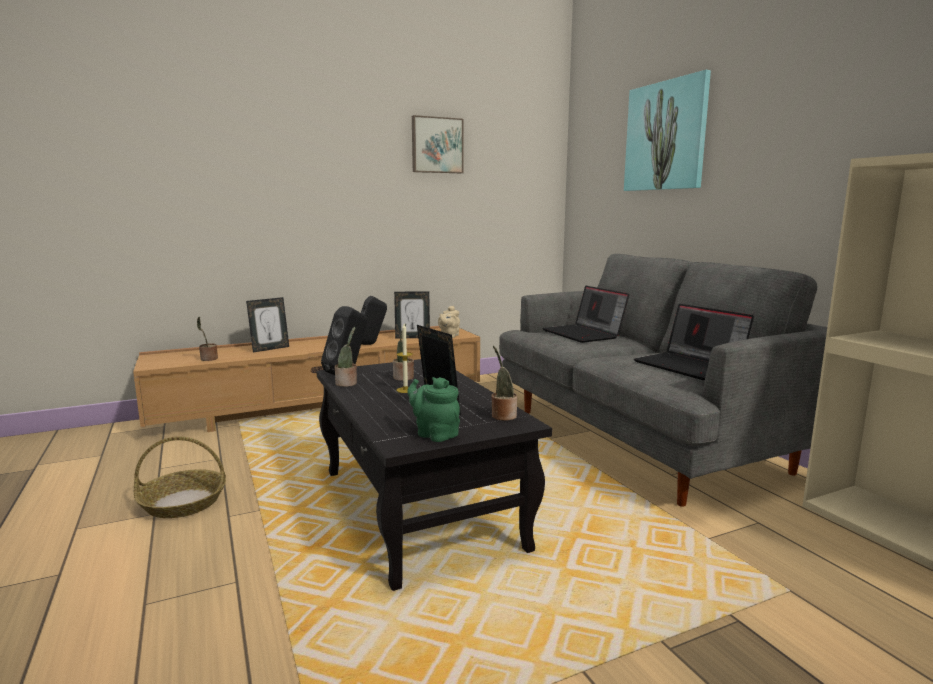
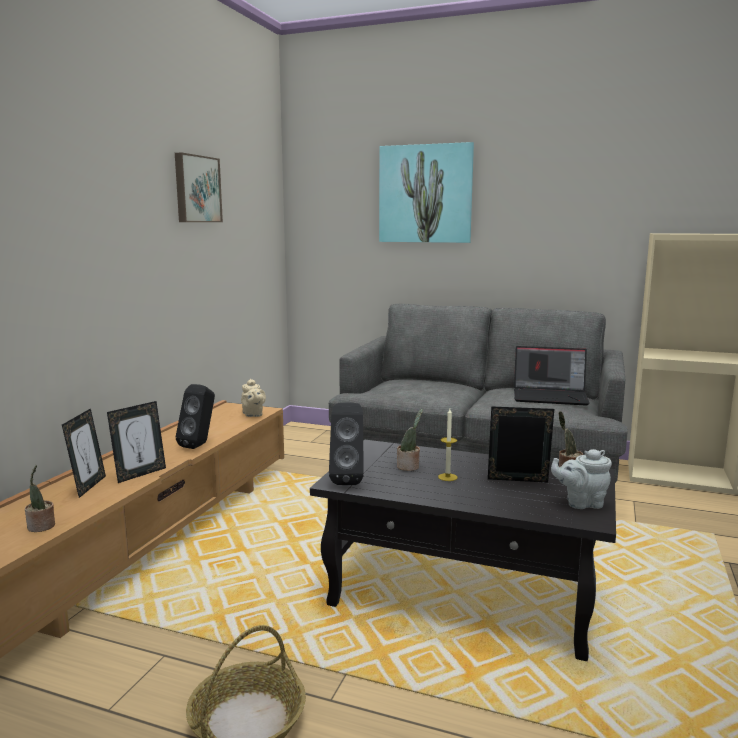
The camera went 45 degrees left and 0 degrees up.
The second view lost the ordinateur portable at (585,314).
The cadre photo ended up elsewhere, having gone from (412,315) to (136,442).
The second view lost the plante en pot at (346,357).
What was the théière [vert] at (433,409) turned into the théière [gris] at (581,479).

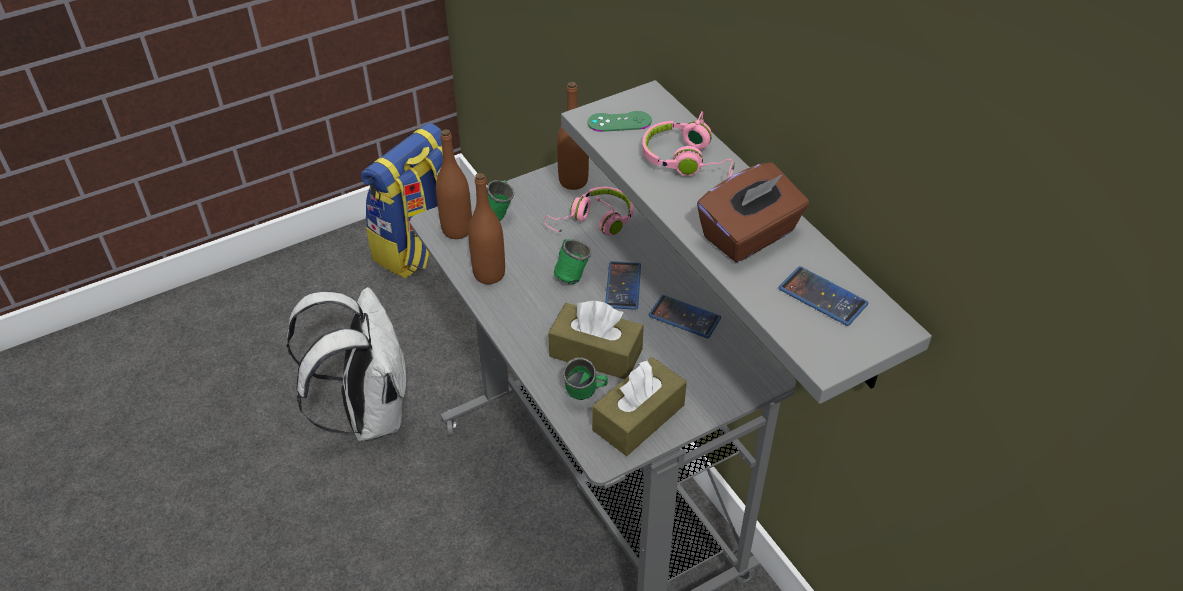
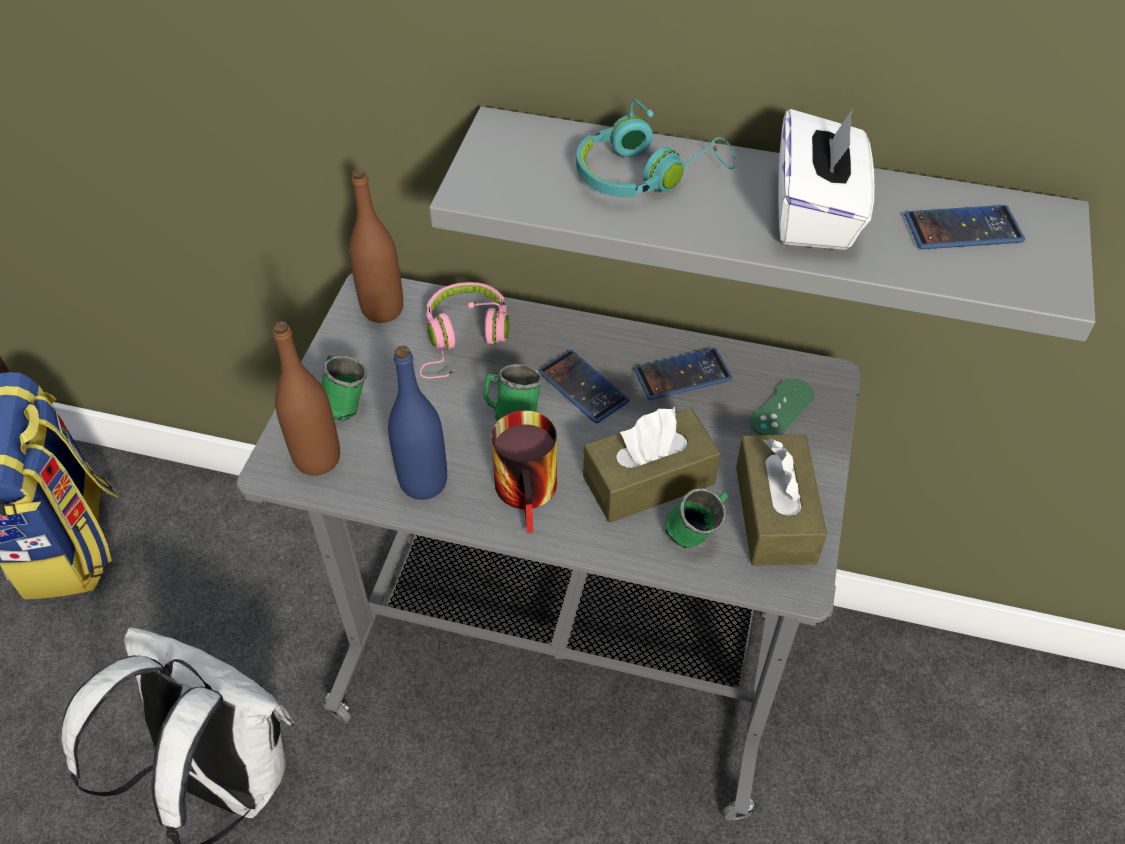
The camera went 45 degrees left and 5 degrees up.
The manette [vert] ended up elsewhere, having gone from (619,121) to (782,407).
What was the casque audio [rose] at (688,144) turned into the casque audio [turquoise] at (656,148).
What was the boîte à mouchoirs [marron] at (753,212) turned into the boîte à mouchoirs [blanc] at (826,179).
What was the bouteille [marron] at (486,228) turned into the bouteille [bleu] at (417,423).
The second view gained the mug at (524,471).

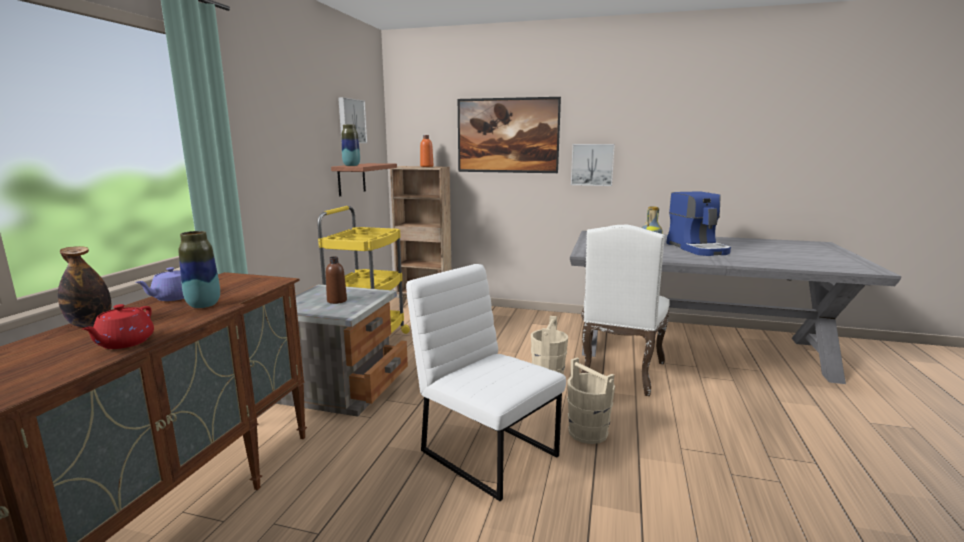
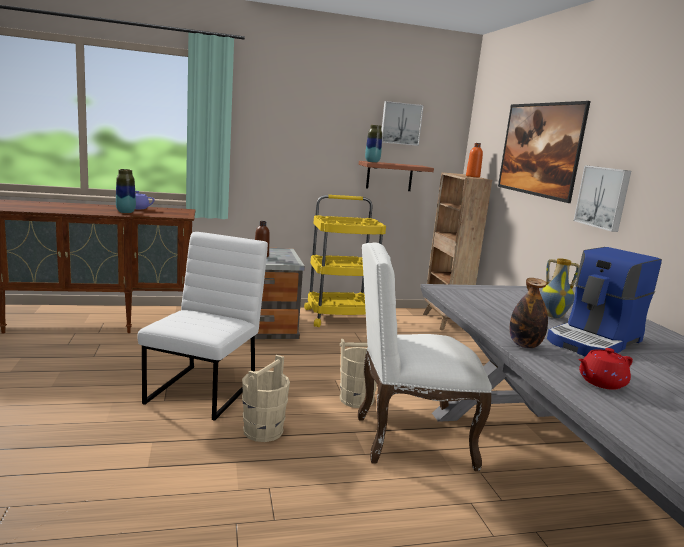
The camera went 60 degrees right and 0 degrees up.
The bouteille ended up elsewhere, having gone from (84,286) to (529,313).
The théière [rouge] ended up elsewhere, having gone from (118,326) to (605,369).

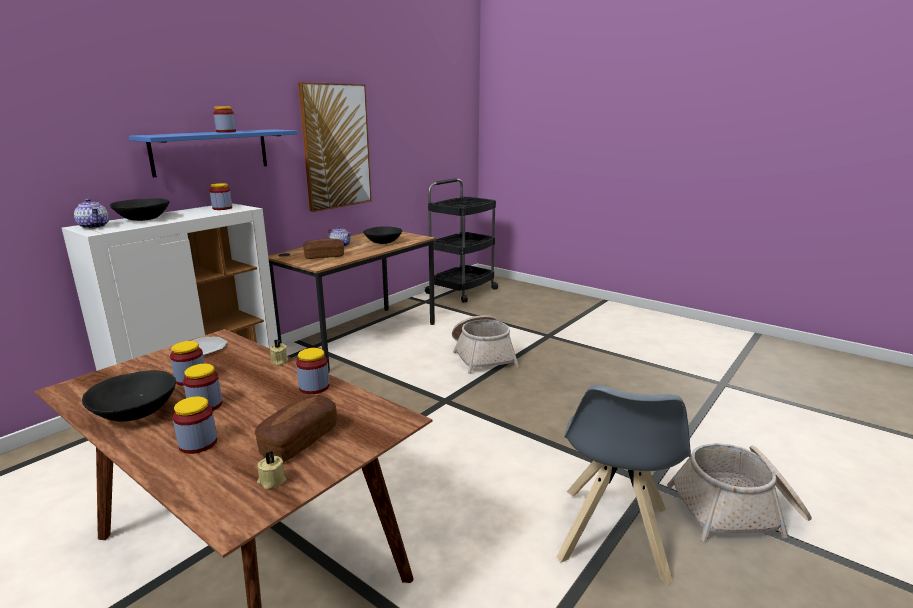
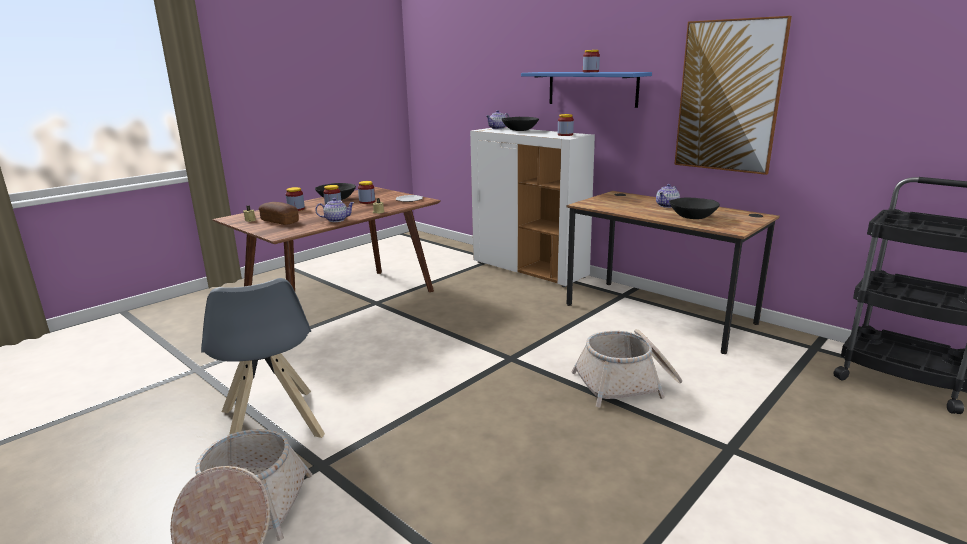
The camera went 95 degrees right and 0 degrees up.
The second view lost the pain at (323,249).
Where the bocal stood at (312,371), the théière came to stand at (335,210).
The chaise [gris] at (624,484) ended up facing another way, 135 degrees counterclockwise from before.

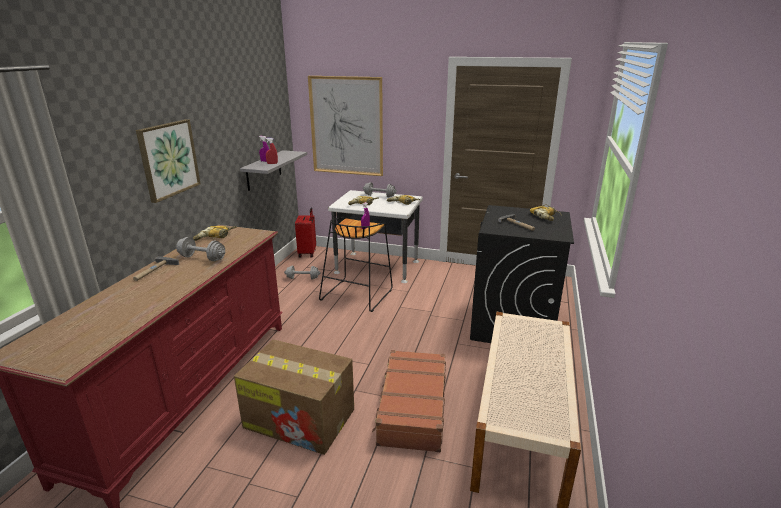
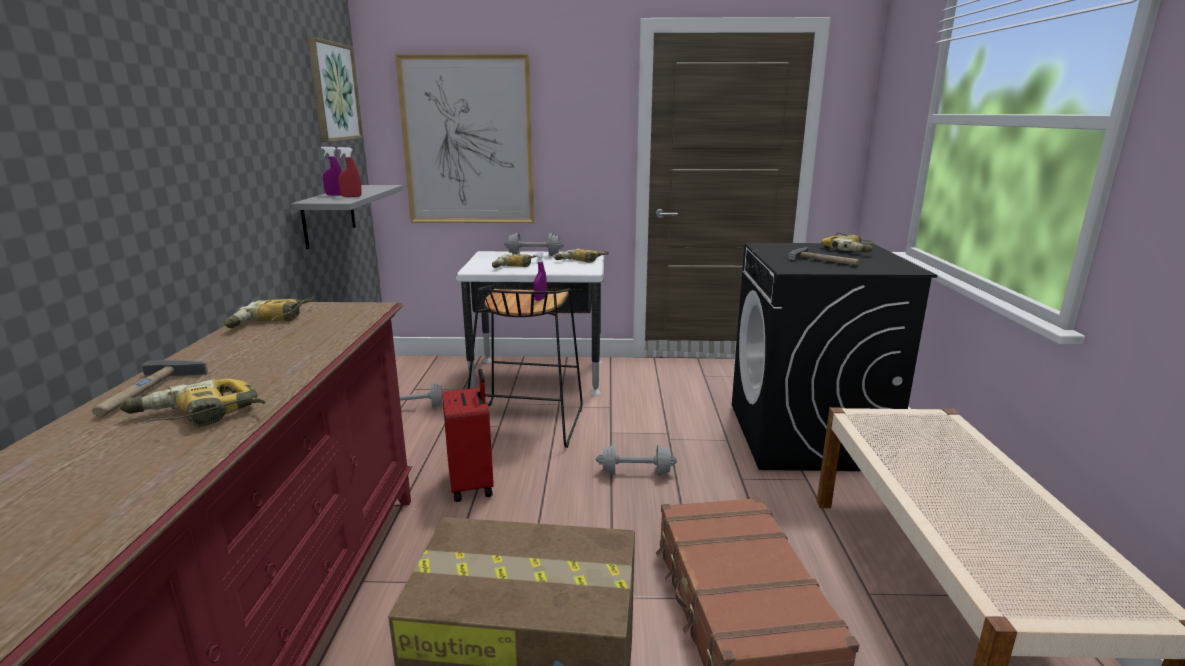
The camera went 15 degrees left and 5 degrees down.
The tableau ended up elsewhere, having gone from (168,161) to (335,89).
The valise [rouge] ended up elsewhere, having gone from (305,232) to (468,435).
The haltère [gris] ended up elsewhere, having gone from (200,249) to (636,460).
The second view gained the perceuse at (192,403).

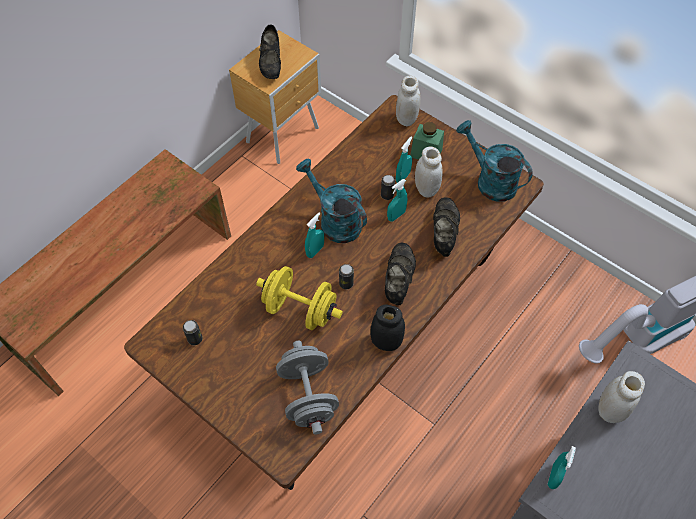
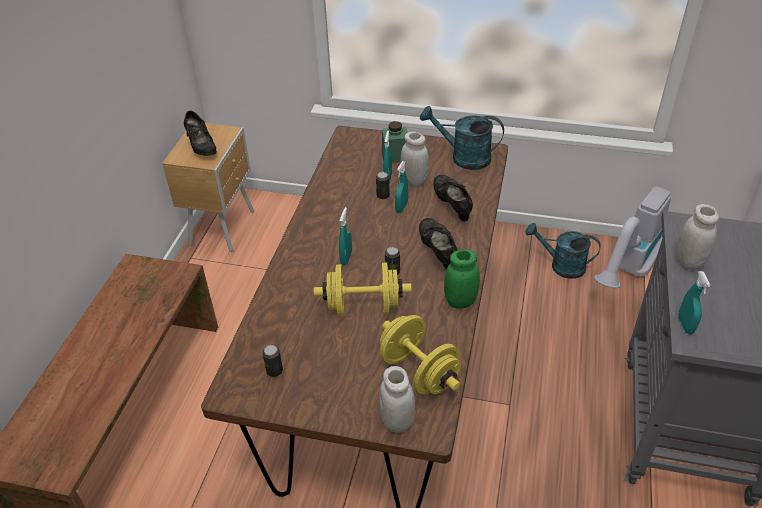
The camera went 25 degrees left and 15 degrees down.
The bocal [blanc] ended up elsewhere, having gone from (408,101) to (397,399).
The arrosoir [turquoise] ended up elsewhere, having gone from (331,201) to (563,251).
What was the bocal [noir] at (388,328) turned into the bocal [vert] at (462,278).
What was the haltère [gris] at (307,388) turned into the haltère [jaune] at (420,354).

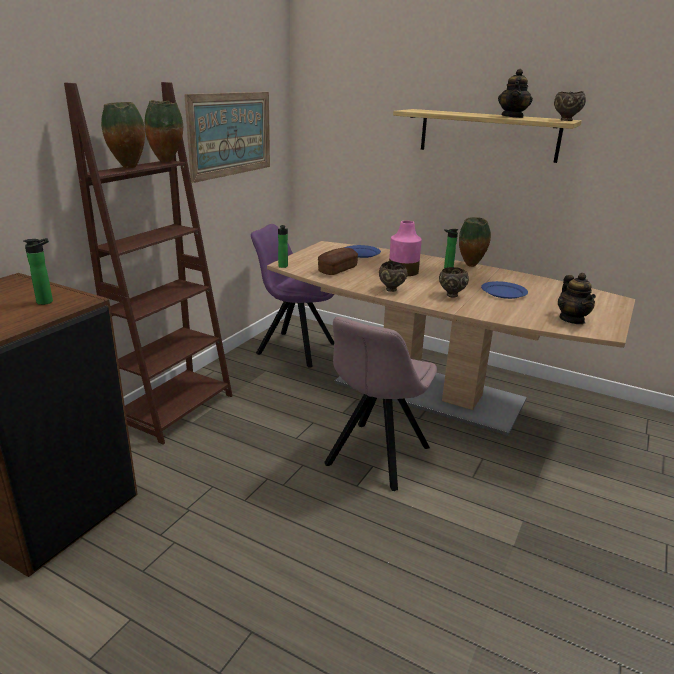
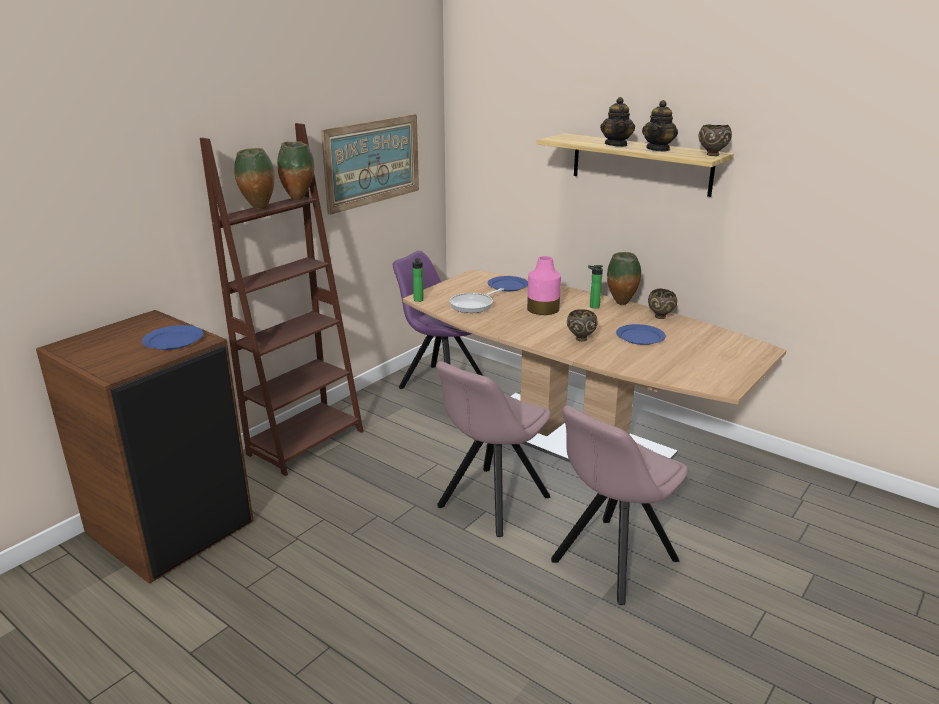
The camera went 10 degrees right and 0 degrees up.
Where the bouteille stood at (38,271), the assiette [bleu] came to stand at (172,337).
Where the pain stood at (338,261), the poêle came to stand at (476,300).
The bol [marron] ended up elsewhere, having gone from (393,276) to (662,304).
The théière ended up elsewhere, having gone from (577,298) to (617,122).
The second view gained the chaise [rose] at (619,505).

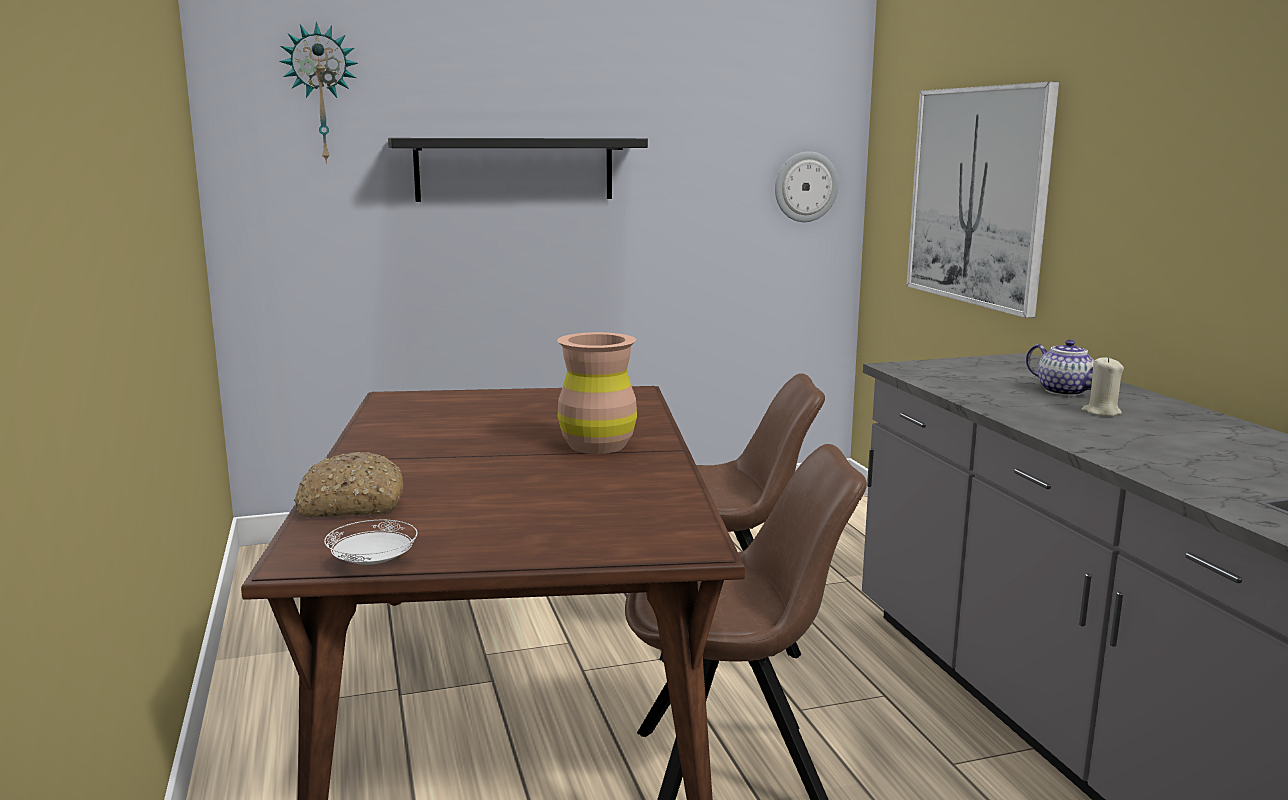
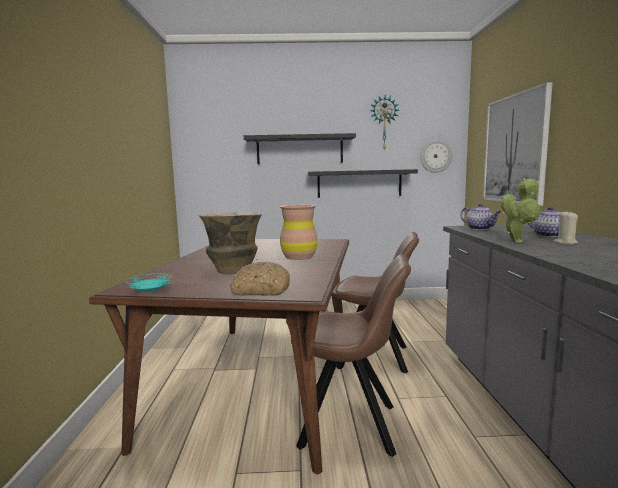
The camera went 15 degrees right and 5 degrees down.
The horloge murale ended up elsewhere, having gone from (318,93) to (384,123).
The pain ended up elsewhere, having gone from (348,485) to (260,279).
What was the assiette [blanc] at (370,542) turned into the assiette [turquoise] at (149,283).
The second view gained the étagère [noir] at (363,183).
The second view gained the plante en pot at (521,210).
The second view gained the théière at (481,216).
The second view gained the vase at (230,243).

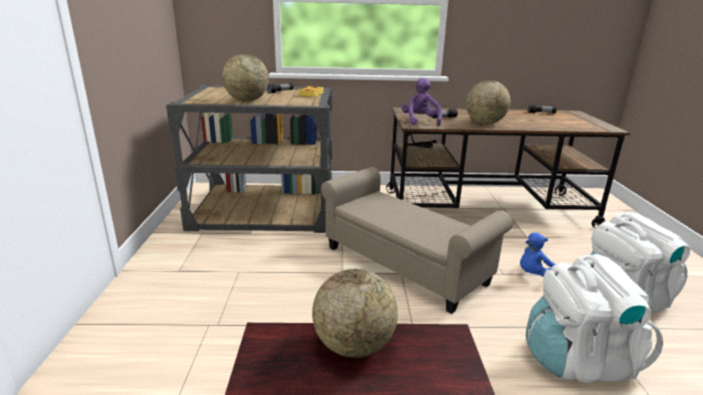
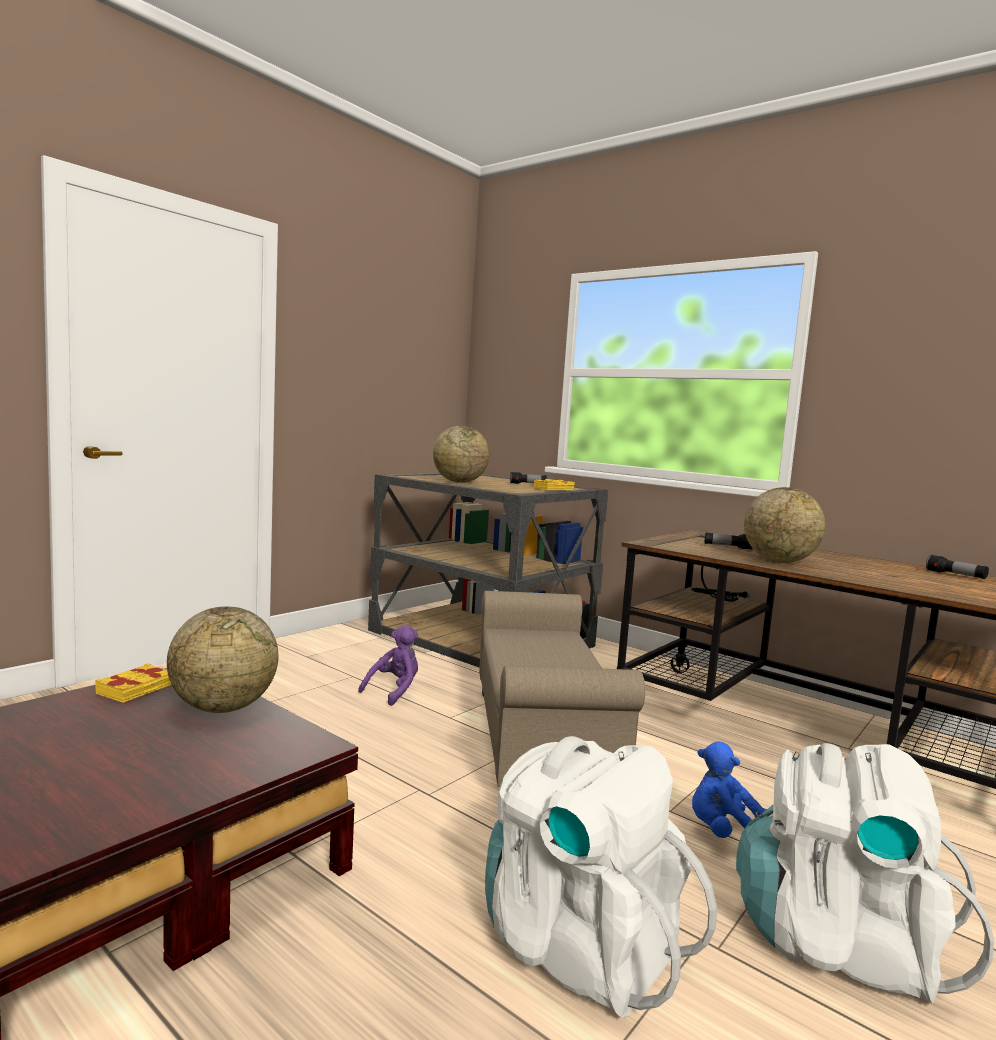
The camera went 40 degrees right and 15 degrees down.
The peluche [violet] ended up elsewhere, having gone from (422,102) to (388,665).
The second view gained the livre [jaune] at (133,683).

